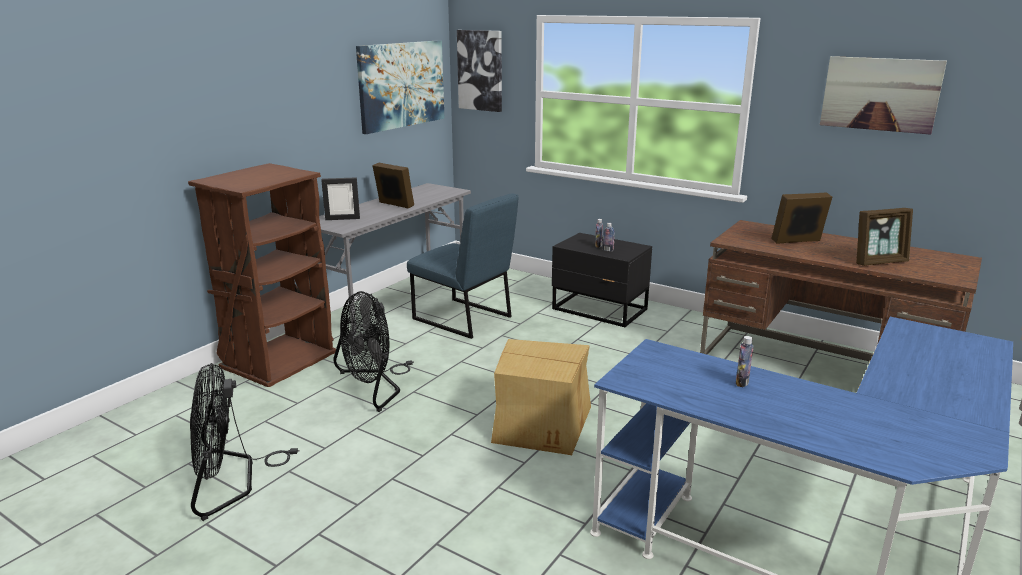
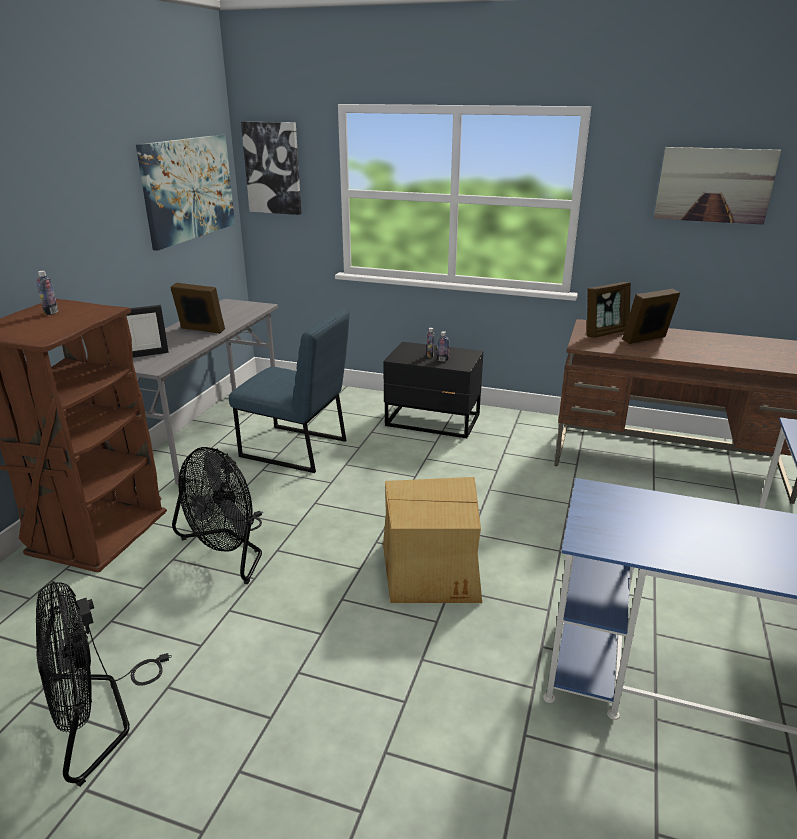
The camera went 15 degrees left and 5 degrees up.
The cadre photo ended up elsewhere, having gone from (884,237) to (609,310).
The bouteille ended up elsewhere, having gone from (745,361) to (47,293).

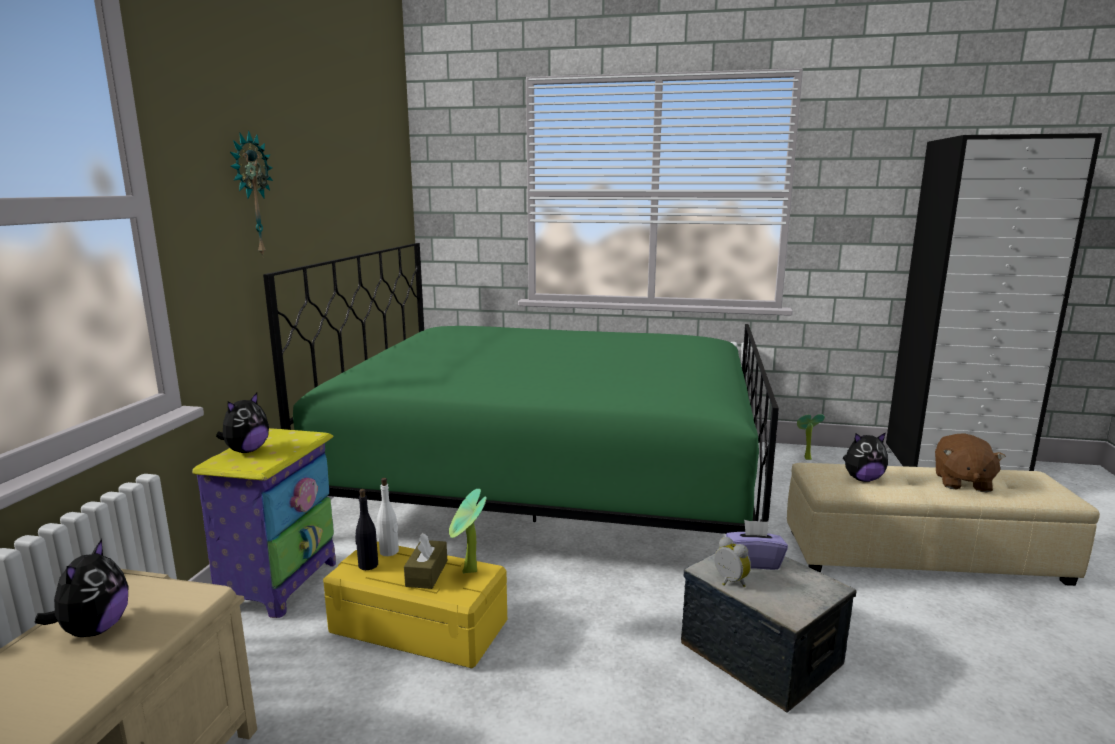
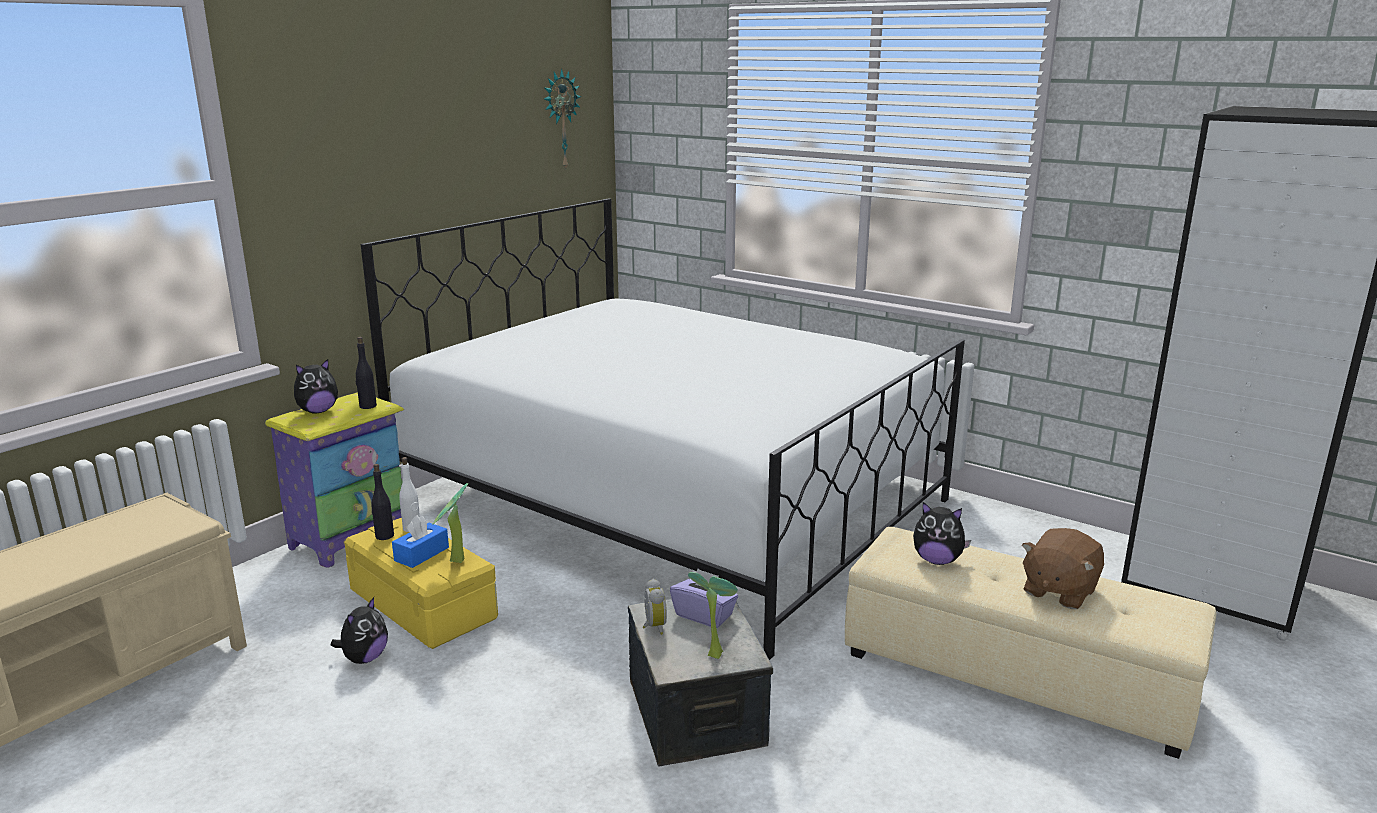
The camera went 25 degrees right and 5 degrees up.
The horloge murale ended up elsewhere, having gone from (251,194) to (562,119).
What was the lit [vert] at (521,388) turned into the lit [blanc] at (663,429).
The plante en pot ended up elsewhere, having gone from (811,437) to (713,615).
What was the boîte à mouchoirs [marron] at (425,561) turned into the boîte à mouchoirs [bleu] at (420,541).
The peluche ended up elsewhere, having gone from (82,588) to (359,630).
The second view gained the bouteille [noir] at (366,373).

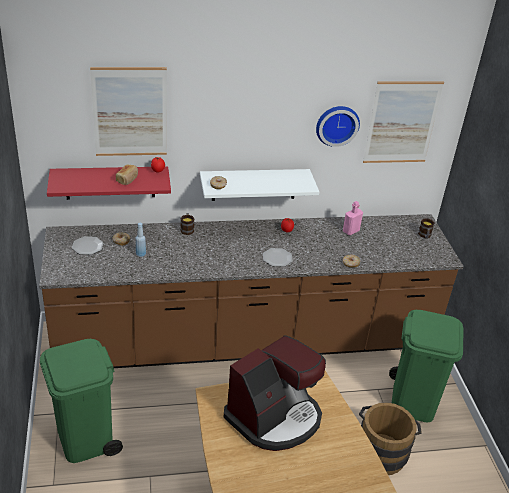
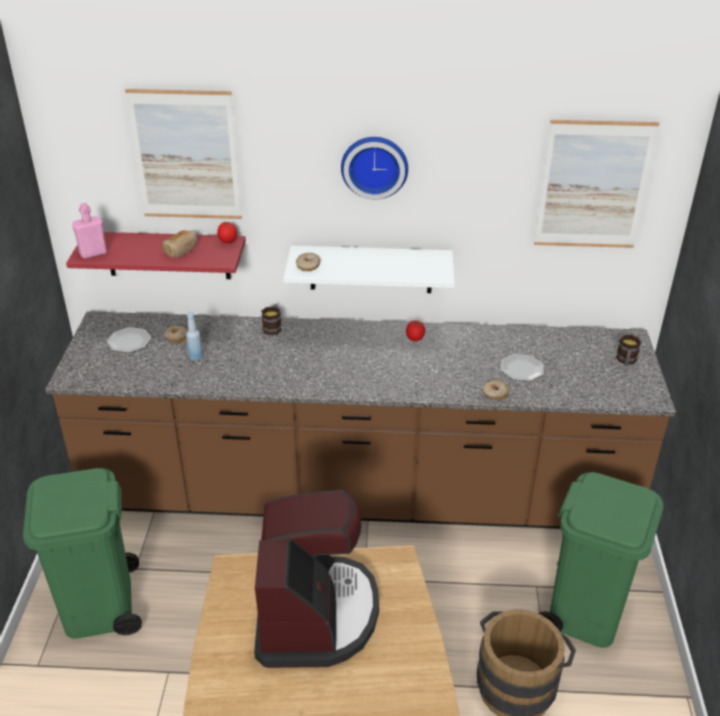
The camera went 15 degrees right and 0 degrees up.
The horloge murale ended up elsewhere, having gone from (338,126) to (374,168).
The bouteille [rose] ended up elsewhere, having gone from (353,218) to (89,231).
The assiette ended up elsewhere, having gone from (278,257) to (522,367).
The machine à café at (274,393) ended up facing another way, 60 degrees counterclockwise from before.

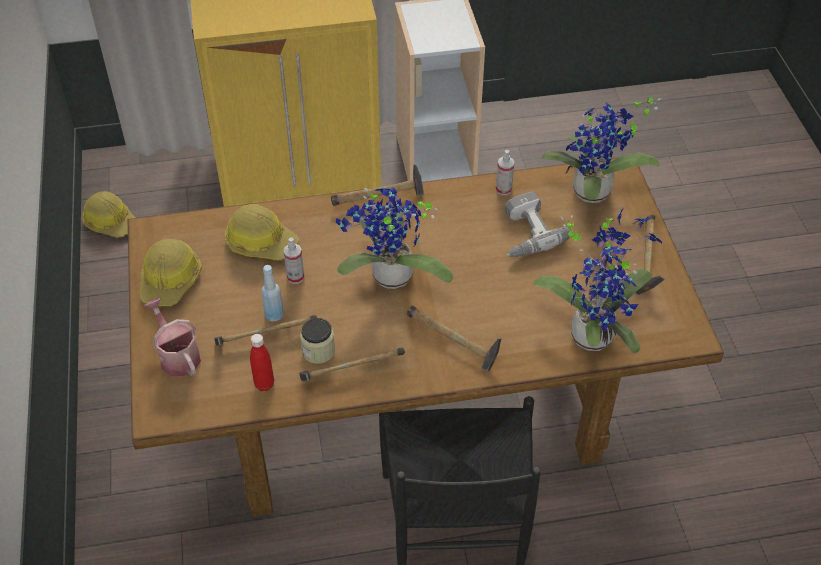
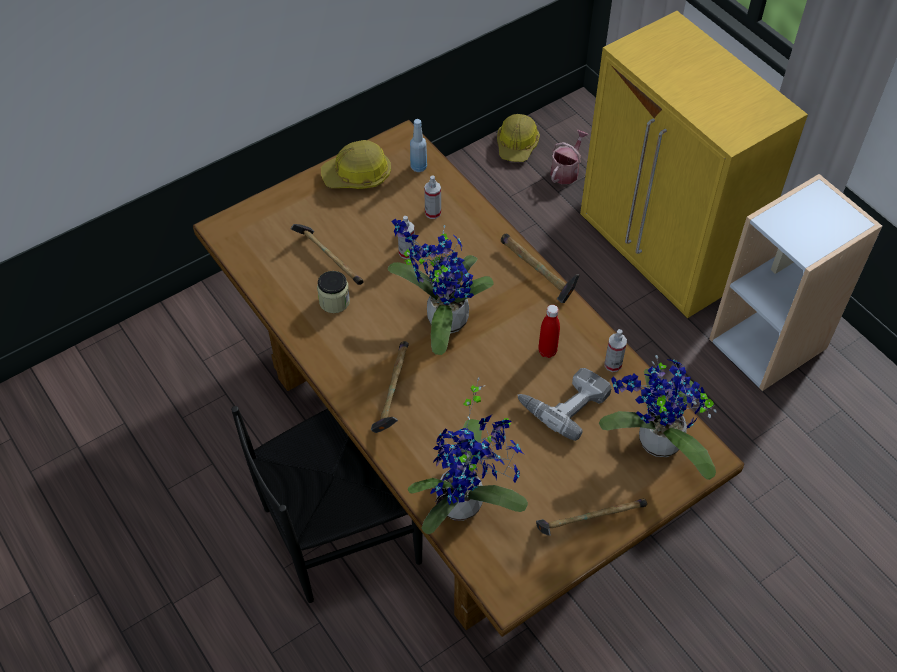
The camera went 65 degrees right and 5 degrees up.
Where the casque de chantier stood at (262,232), the vaporisateur came to stand at (432,197).
The bouteille [bleu] ended up elsewhere, having gone from (272,293) to (418,145).
The arrosoir ended up elsewhere, having gone from (172,337) to (569,157).
The bouteille [rouge] ended up elsewhere, having gone from (262,362) to (549,331).
The second view lost the marteau at (352,364).

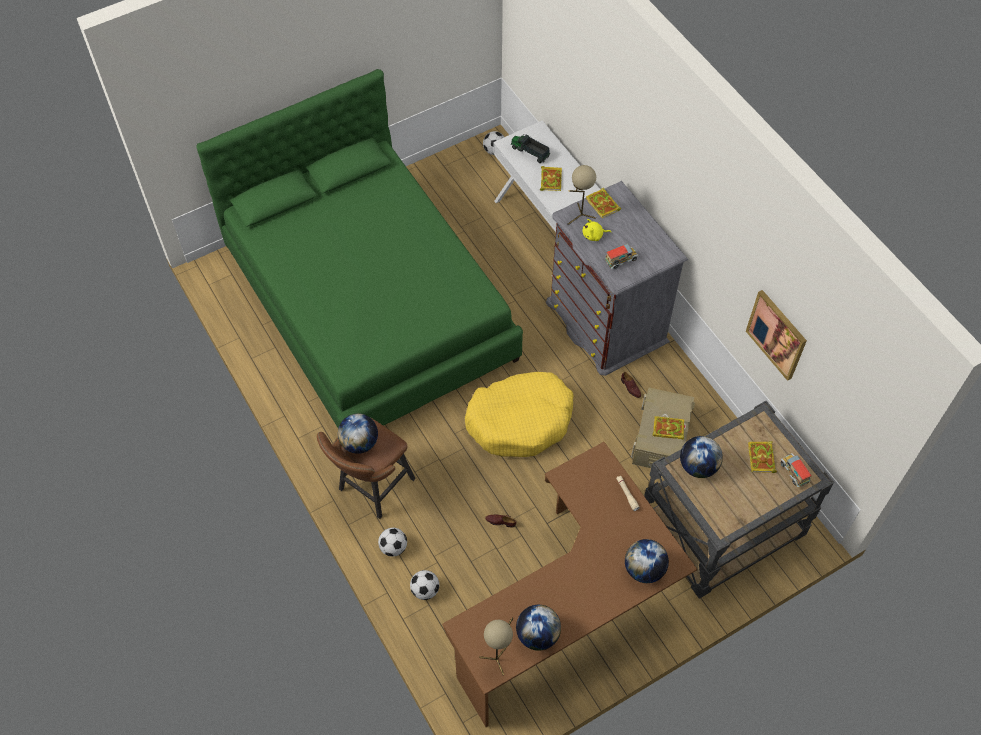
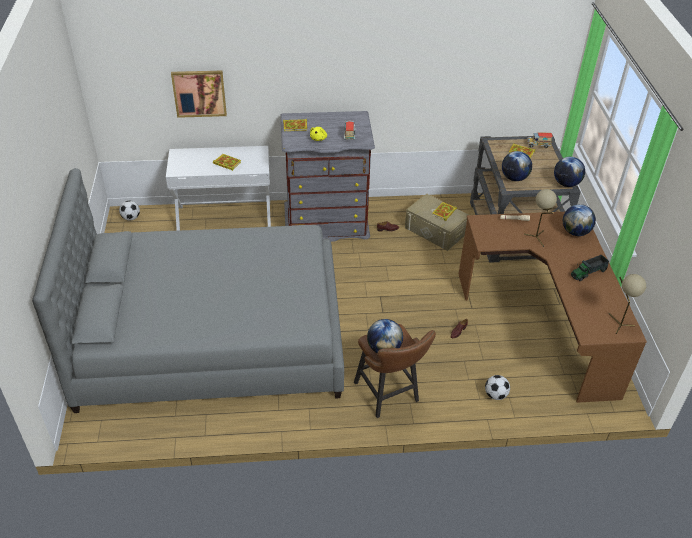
The camera went 65 degrees left and 15 degrees down.
What was the lit [vert] at (359,248) turned into the lit [gris] at (188,290).
The camion jouet ended up elsewhere, having gone from (530,148) to (590,268).
The lampe de table [beige] ended up elsewhere, having gone from (581,195) to (540,218).
The tableau ended up elsewhere, having gone from (776,335) to (199,94).
The second view lost the panier pour chien [jaune] at (519,414).
The second view lost the ballon de foot at (392,542).
The globe ended up elsewhere, having gone from (538,628) to (569,172).

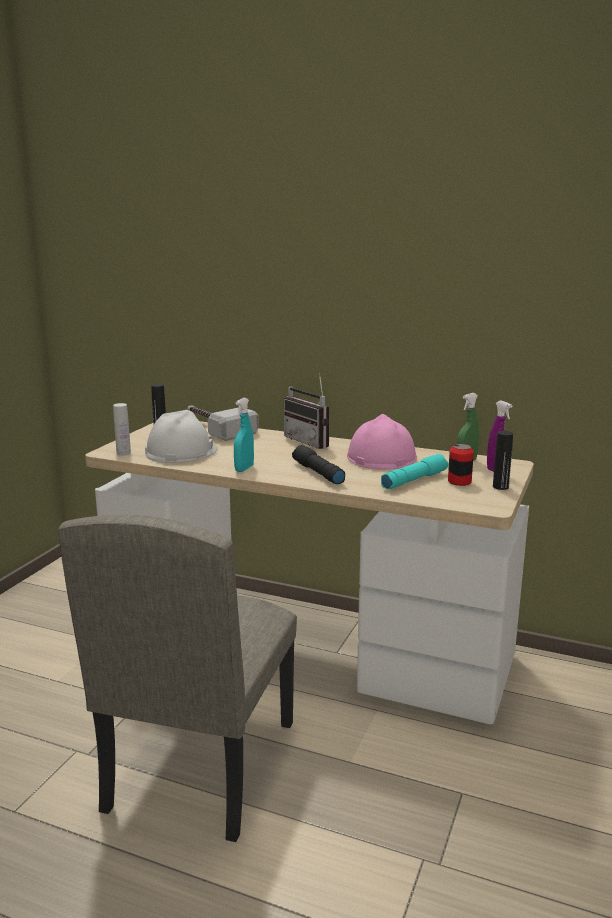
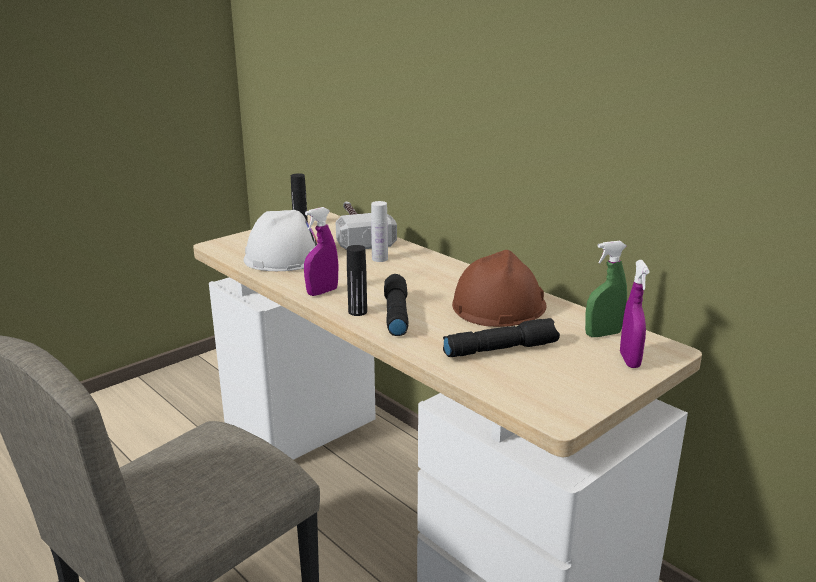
The camera went 25 degrees right and 5 degrees up.
The second view lost the radio at (306,411).
What was the vaporisateur [turquoise] at (244,435) turned into the vaporisateur [violet] at (321,251).
The bouteille [blanc] ended up elsewhere, having gone from (122,429) to (379,231).
What was the casque de chantier [rose] at (382,442) turned into the casque de chantier [marron] at (499,288).
The bouteille [noir] ended up elsewhere, having gone from (503,460) to (357,280).
The second view lost the boîte métallique at (461,465).
What was the lampe de poche [turquoise] at (414,471) turned into the lampe de poche [noir] at (501,337).

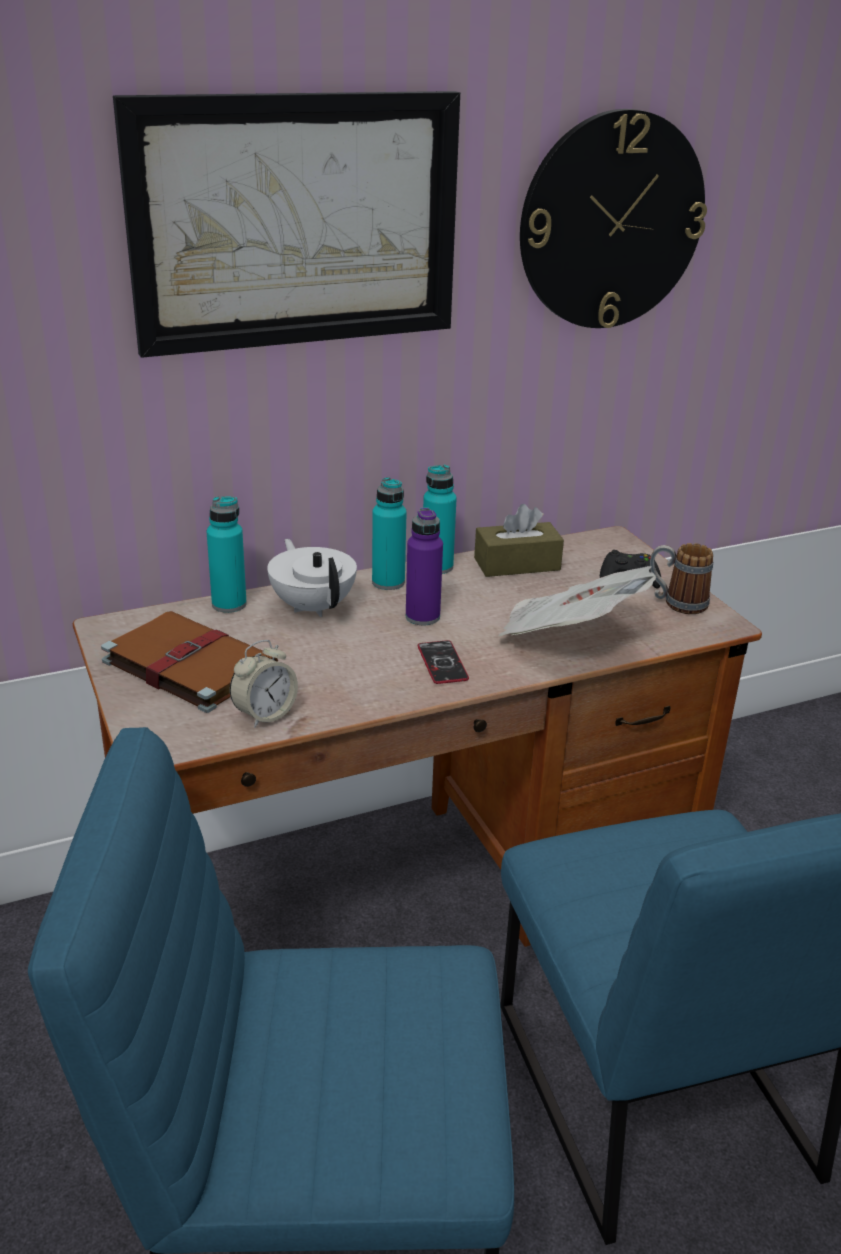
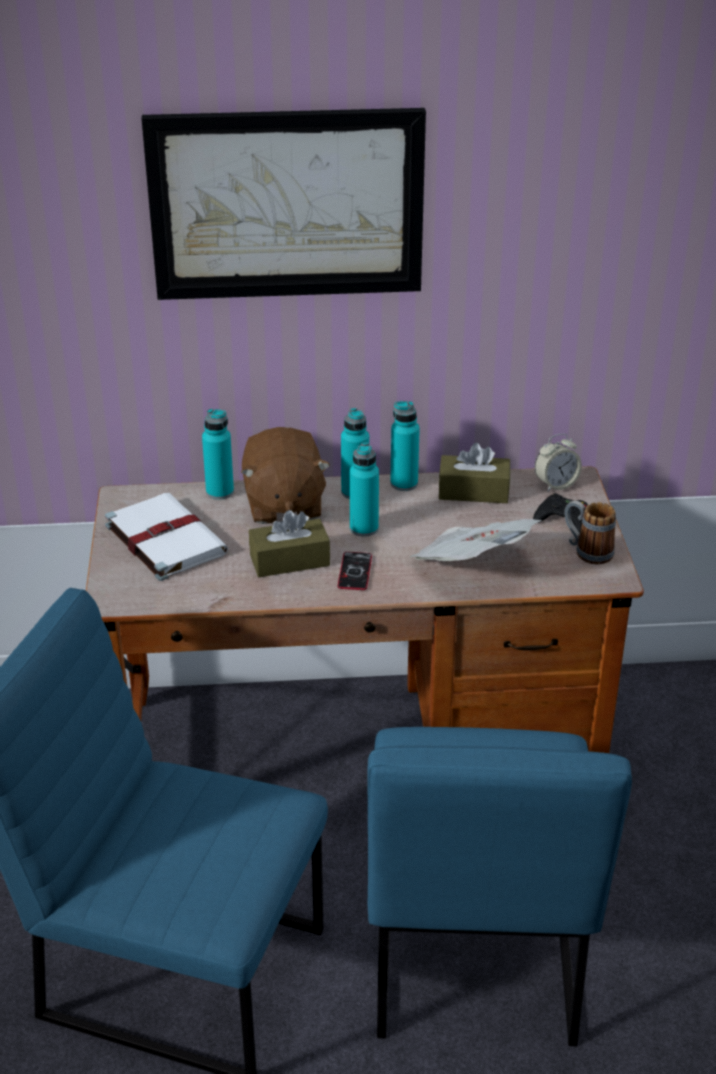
The camera went 20 degrees right and 5 degrees up.
The second view lost the horloge murale at (613,218).
What was the bouteille [violet] at (424,566) turned into the bouteille [turquoise] at (364,490).
Where the théière [blanc] stood at (312,578), the peluche [marron] came to stand at (285,475).
What was the livre [marron] at (189,662) turned into the livre [blanc] at (166,537).
The réveil ended up elsewhere, having gone from (264,684) to (558,463).
The second view gained the boîte à mouchoirs [marron] at (289,543).

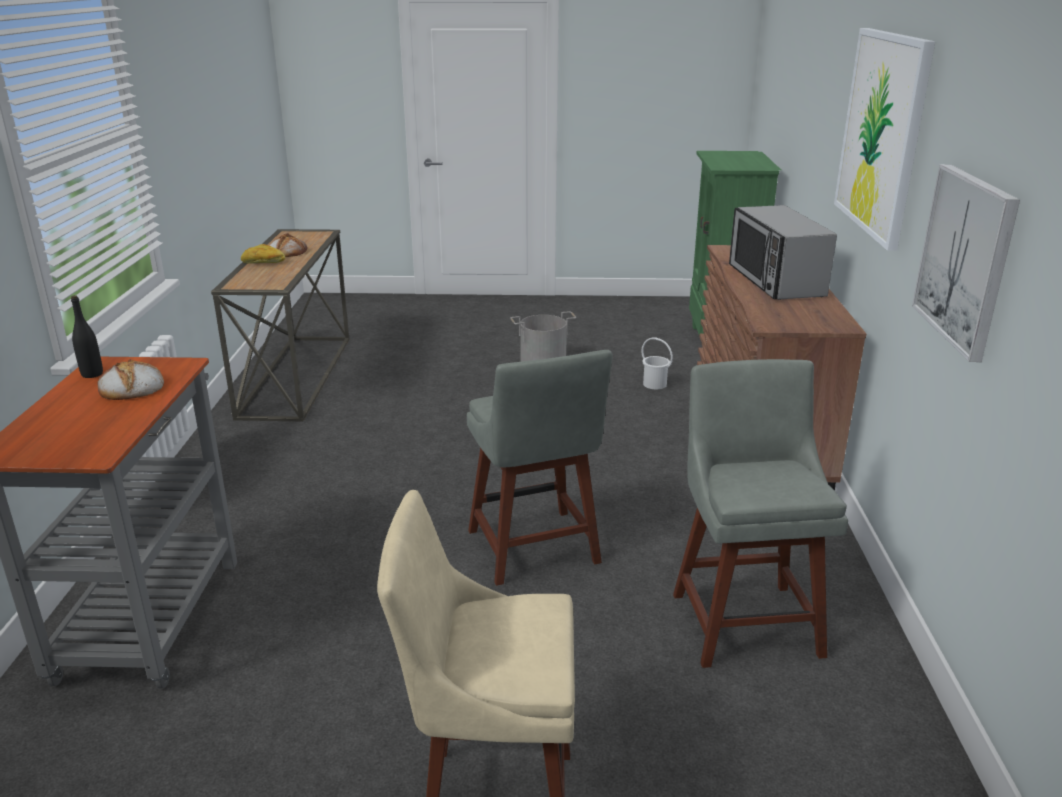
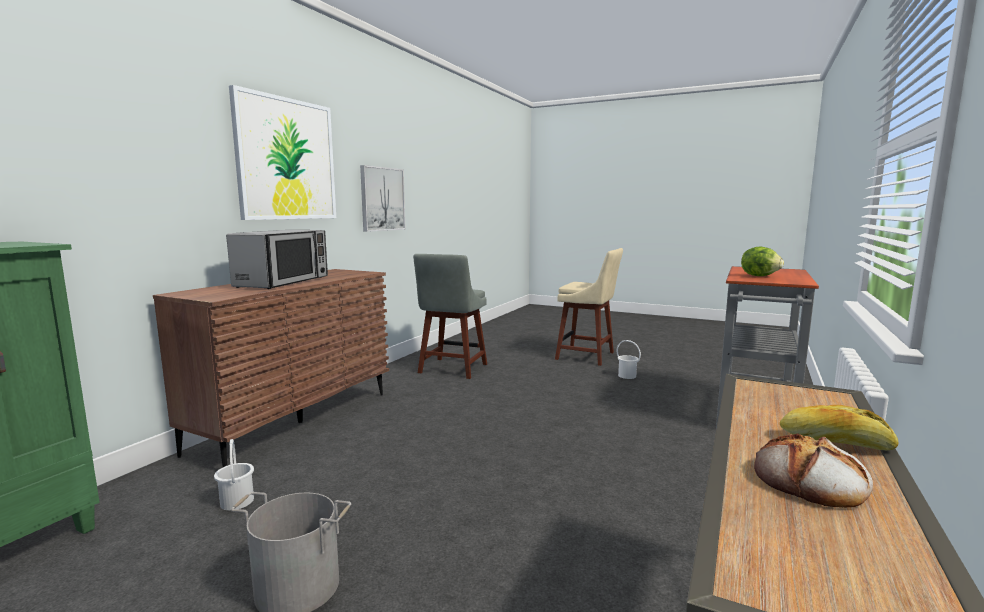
The camera went 155 degrees left and 15 degrees down.
The second view lost the bouteille [noir] at (87,336).
The second view lost the chaise [gris] at (540,468).
Where the pain stood at (130,379), the laitue came to stand at (762,261).
The second view gained the seau [blanc] at (629,359).

